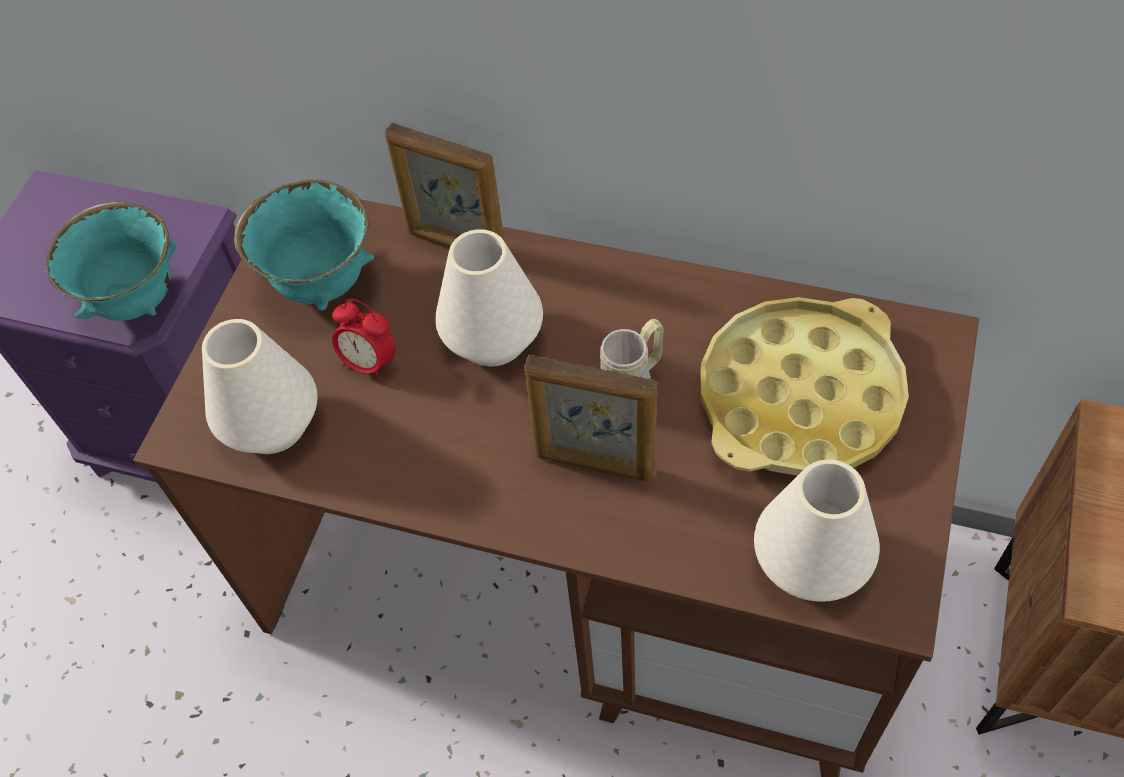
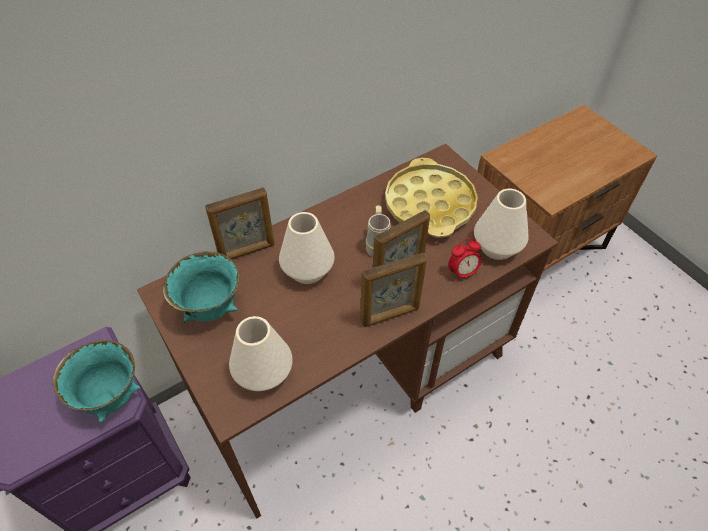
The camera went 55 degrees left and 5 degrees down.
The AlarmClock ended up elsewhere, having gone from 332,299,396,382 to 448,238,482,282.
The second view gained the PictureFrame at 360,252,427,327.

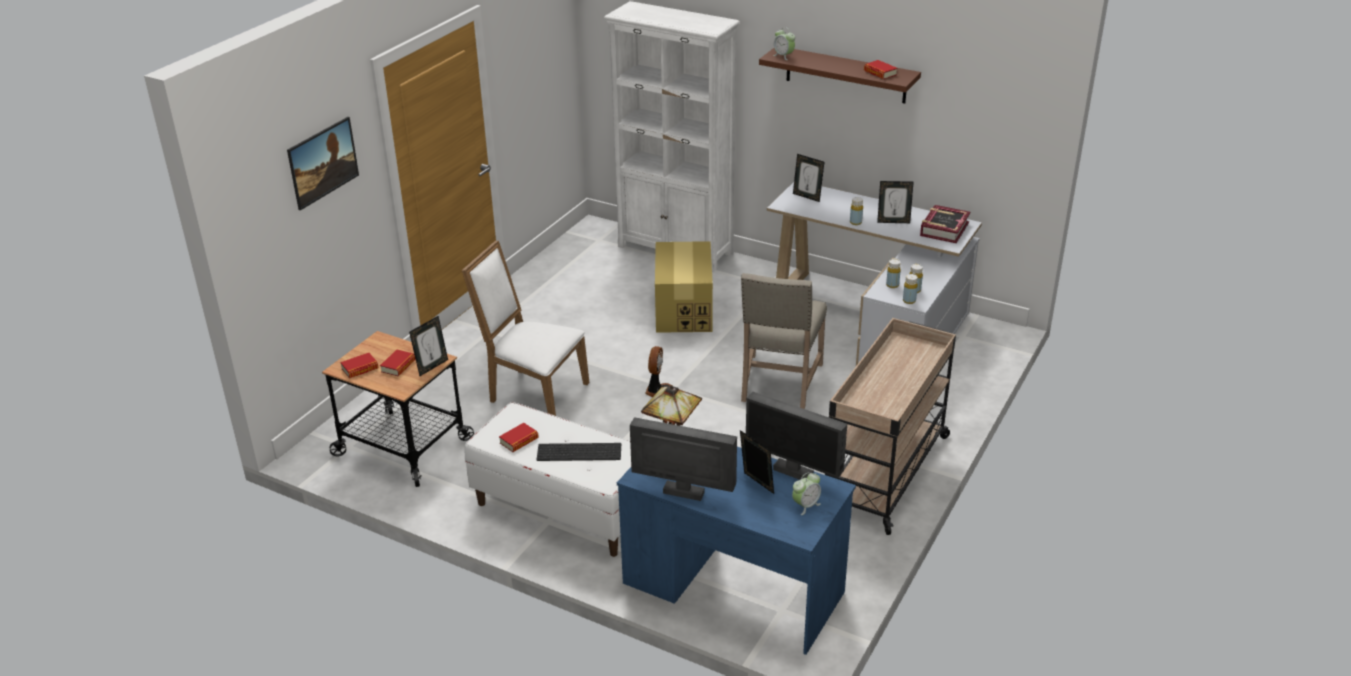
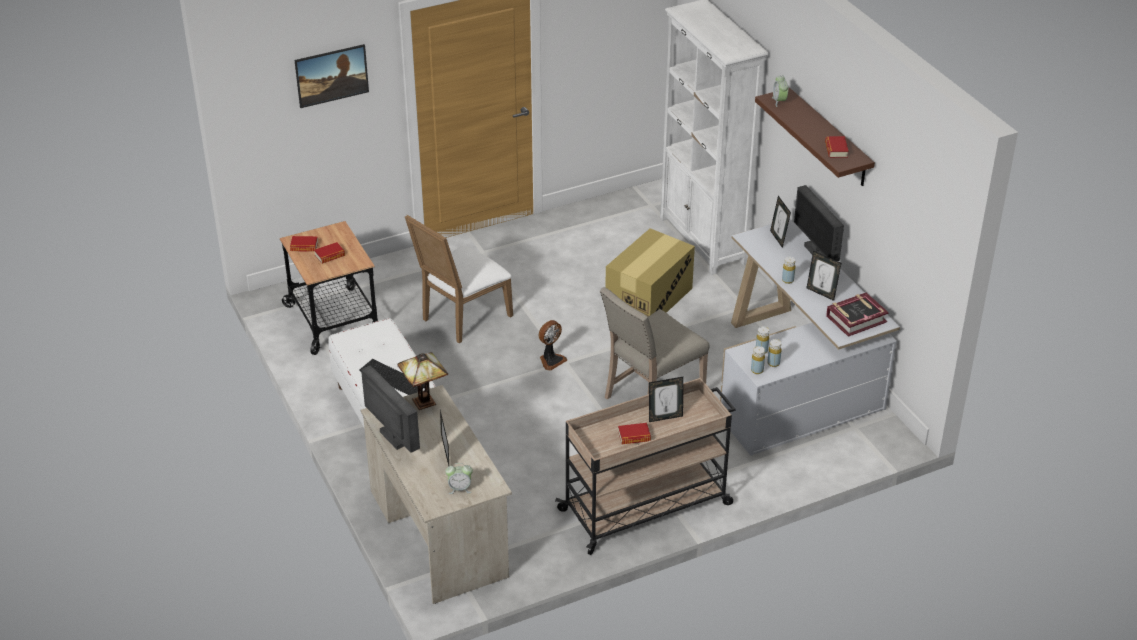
The camera went 35 degrees right and 5 degrees up.
The PictureFrame ended up elsewhere, having gone from 409,316,448,376 to 649,377,683,422.
The WhiteChair at 462,240,589,416 ended up facing another way, 105 degrees counterclockwise from before.
The Book ended up elsewhere, having gone from 499,423,539,452 to 618,423,651,444.
What was the BlueDesk at 617,447,856,655 turned into the BeigeDesk at 361,385,512,604.
The Monitor ended up elsewhere, having gone from 746,392,847,480 to 794,185,844,261.

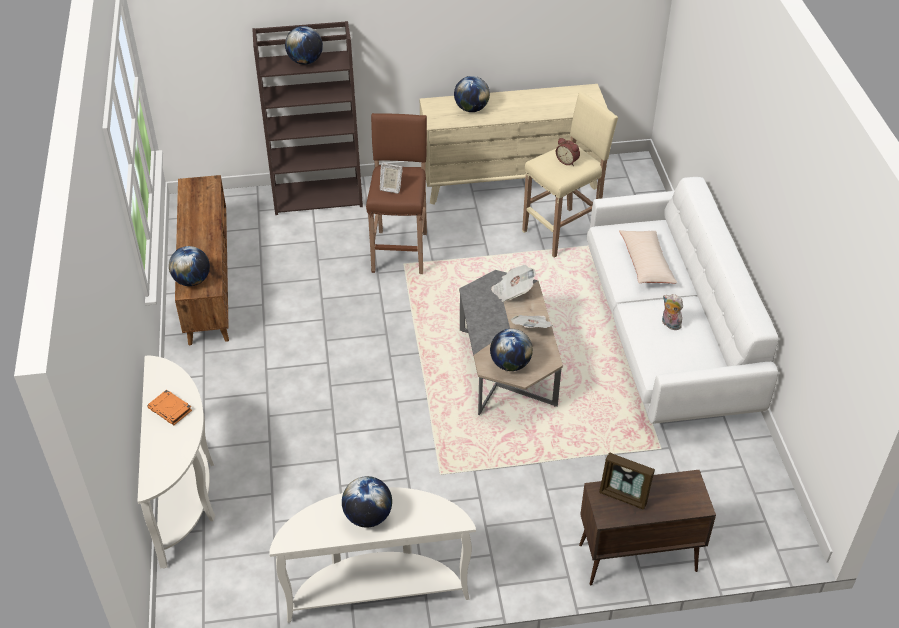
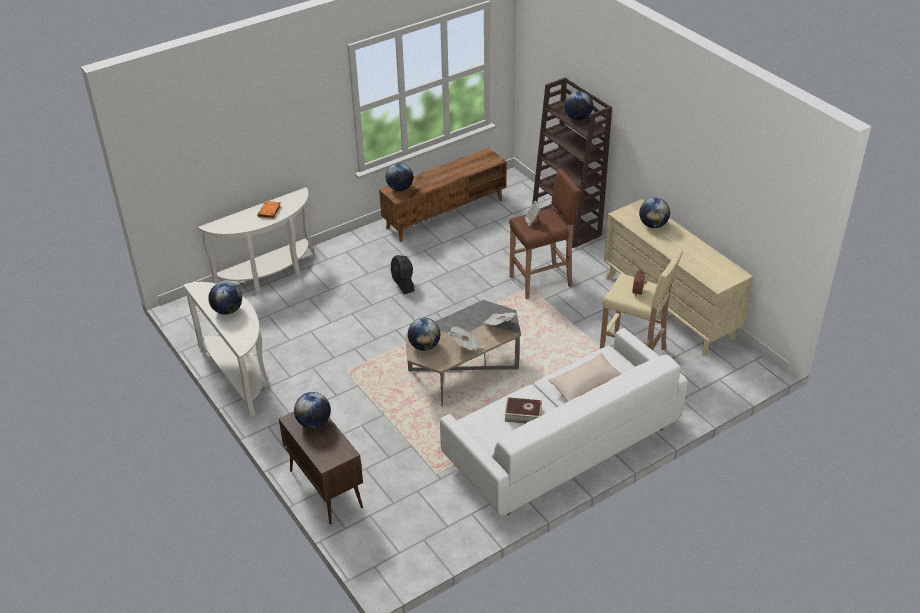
The camera went 65 degrees right and 5 degrees down.
Where the PictureFrame stood at 599,453,655,509, the Globe came to stand at 294,392,331,429.
Where the PlushToy stood at 662,294,683,330, the Book came to stand at 504,397,542,424.
The second view gained the BlackFan at 391,255,414,294.

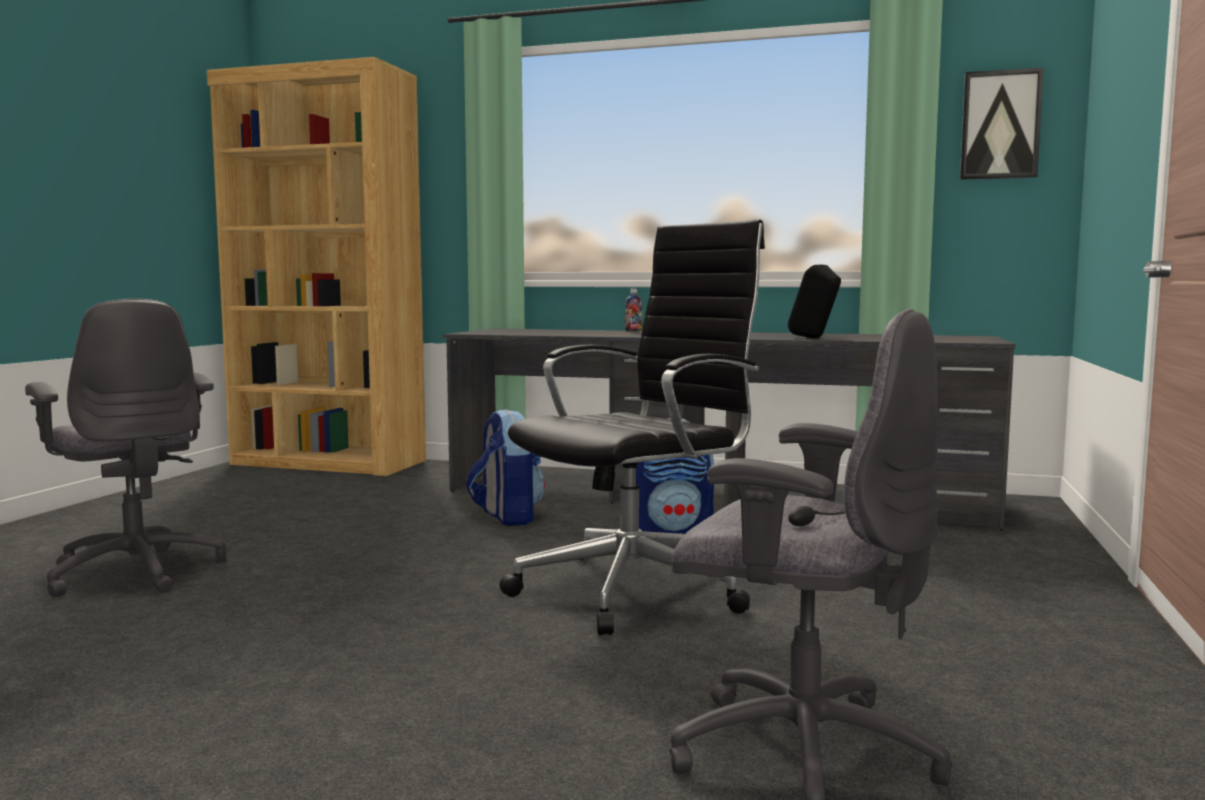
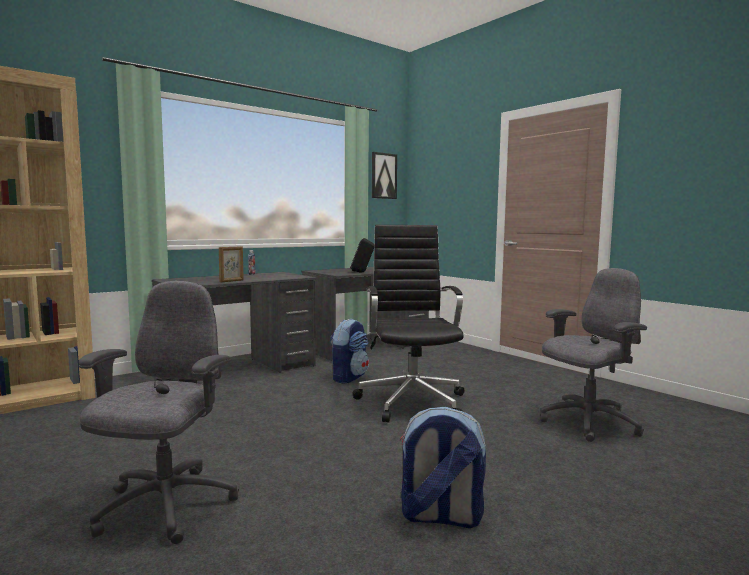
The camera went 55 degrees left and 0 degrees up.
The GreyOfficeChair at 25,299,227,598 ended up facing another way, 75 degrees counterclockwise from before.
The Backpack ended up elsewhere, having gone from 466,409,545,526 to 400,407,486,528.
The second view gained the PictureFrame at 219,246,243,282.

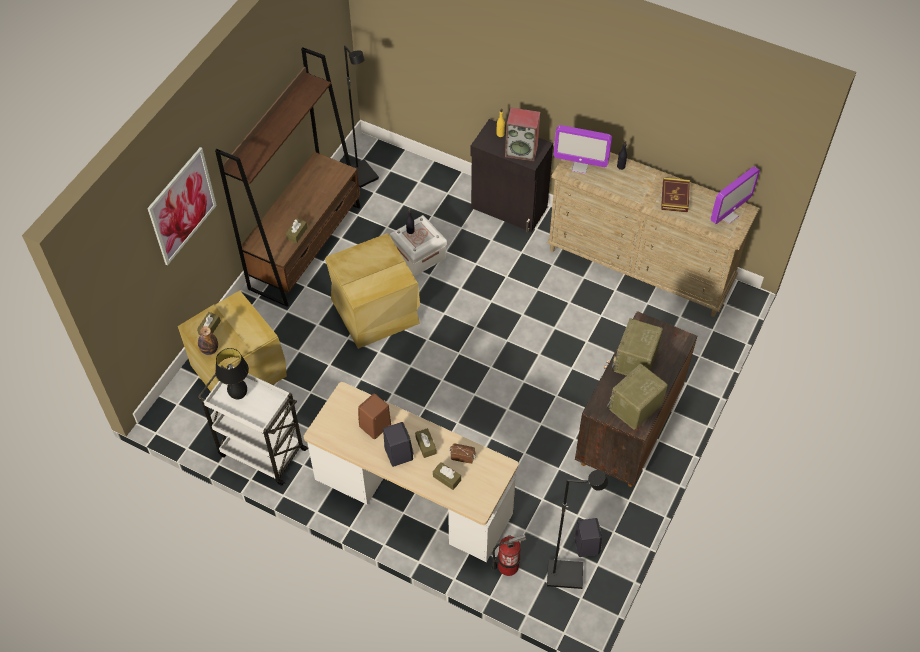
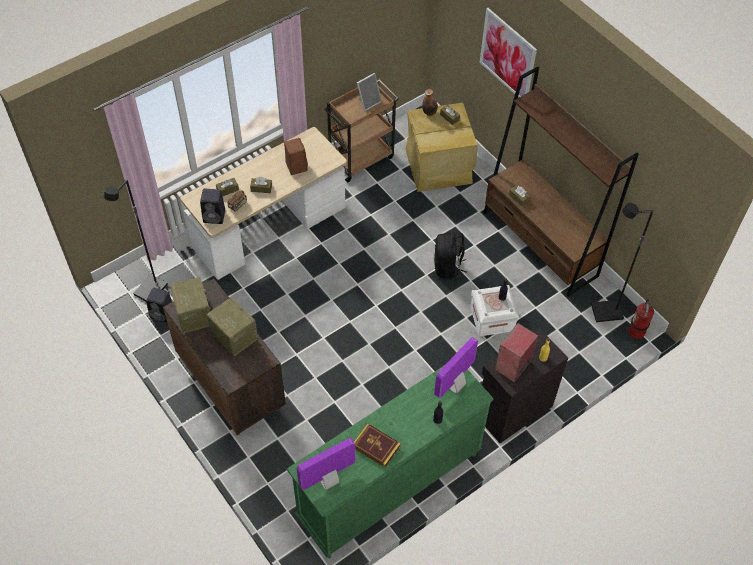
The camera went 115 degrees right and 0 degrees up.
What was the WhiteCart at 197,364,309,486 turned into the BrownCart at 324,80,399,182.
Where the BlackTableLamp stood at 215,348,249,399, the PictureFrame came to stand at 357,73,382,111.
Where the BeigeStorageBox stood at 325,233,420,349, the BlackBackpack came to stand at 434,232,467,279.
The BlackSpeaker ended up elsewhere, having gone from 383,422,414,467 to 200,189,225,224.
The FireExtinguisher ended up elsewhere, having gone from 491,535,526,576 to 628,299,654,339.
What was the BeigeDresser at 547,152,759,317 turned into the GreenDresser at 287,365,494,558.
The Monitor at 710,166,760,224 ended up facing another way, 75 degrees clockwise from before.

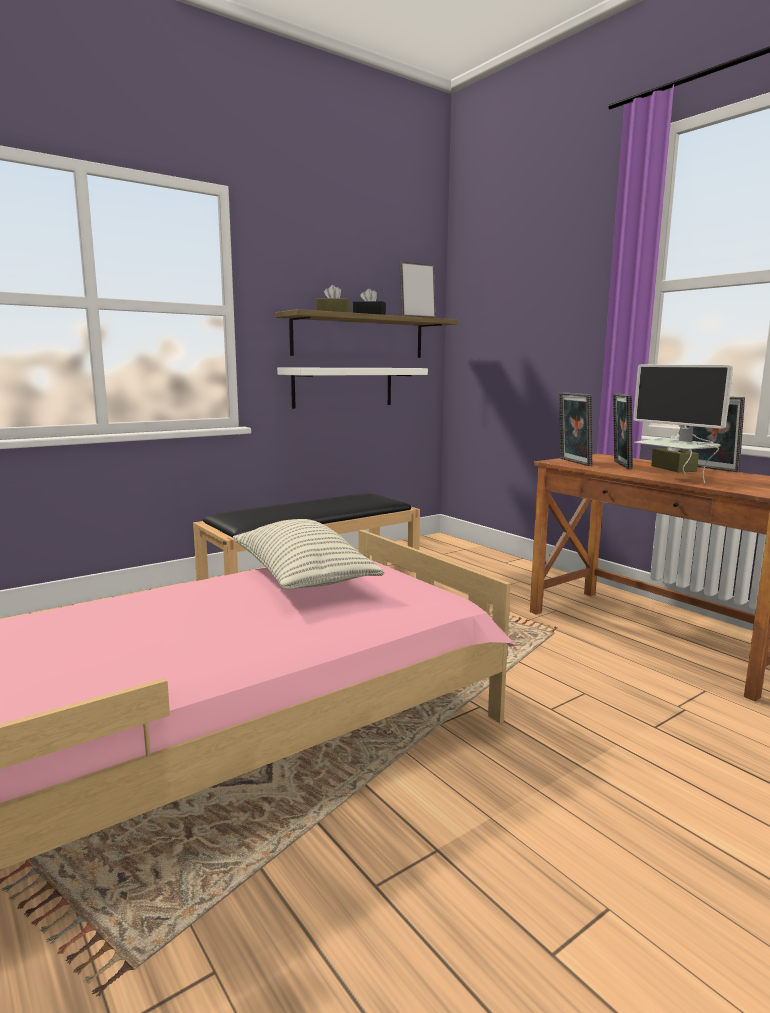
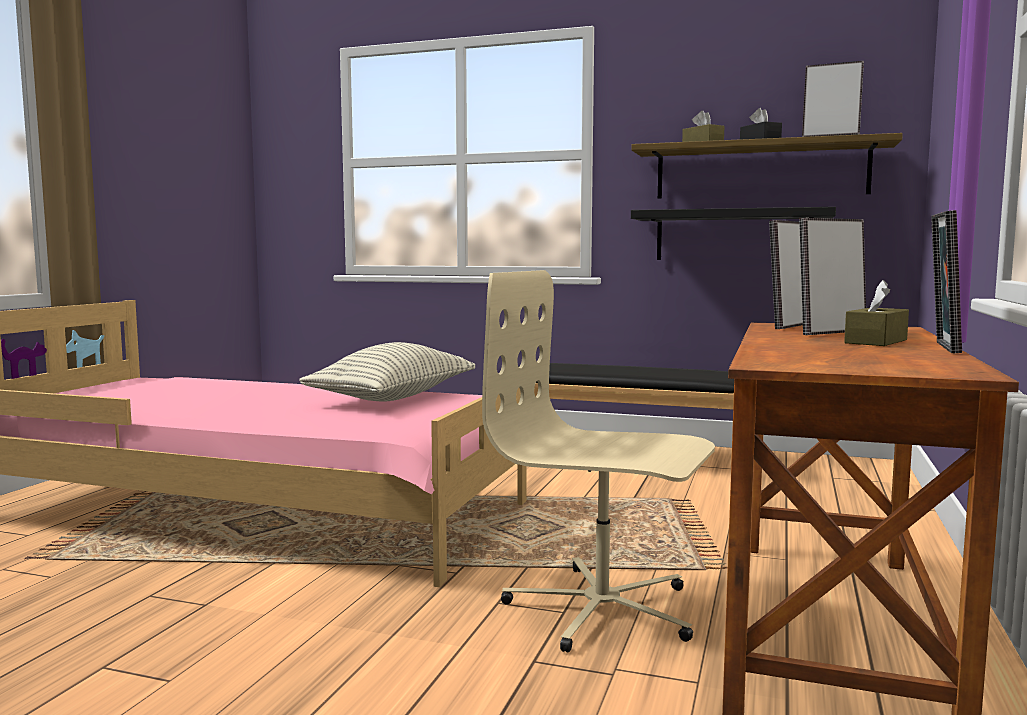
The camera went 55 degrees right and 5 degrees down.
What was the WhiteShelf at 277,367,428,409 turned into the BlackShelf at 631,207,836,260.
The second view lost the Monitor at 633,365,733,483.
The second view gained the BeigeOfficeChair at 482,270,715,653.

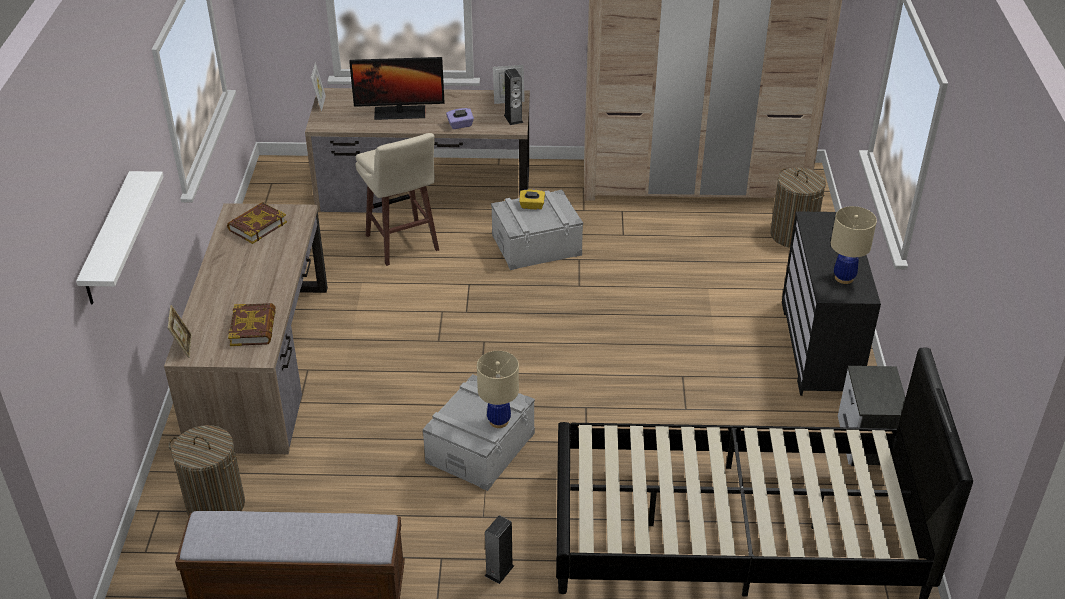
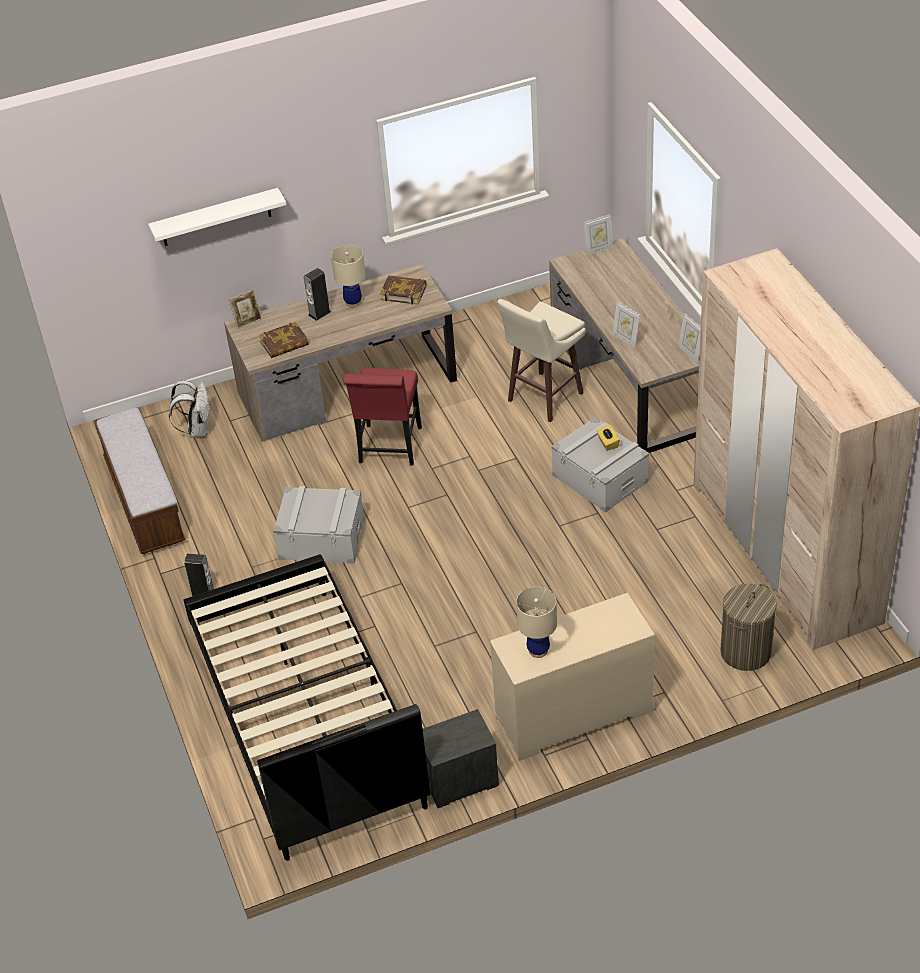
The camera went 70 degrees right and 5 degrees up.
Where the LaundryBasket stood at 169,425,245,516, the WhiteBackpack came to stand at 169,380,211,438.
The second view lost the Monitor at 349,57,444,120.
Where the PurpleTissueBox stood at 446,108,474,129, the PictureFrame came to stand at 612,301,640,348.
The BeigeTableLamp ended up elsewhere, having gone from 477,351,519,428 to 331,245,366,307.
The Speaker ended up elsewhere, having gone from 504,68,523,125 to 304,268,331,321.
What was the BlackDresser at 782,211,881,396 turned into the BeigeDresser at 490,593,655,761.
The second view gained the RedChair at 344,368,422,465.

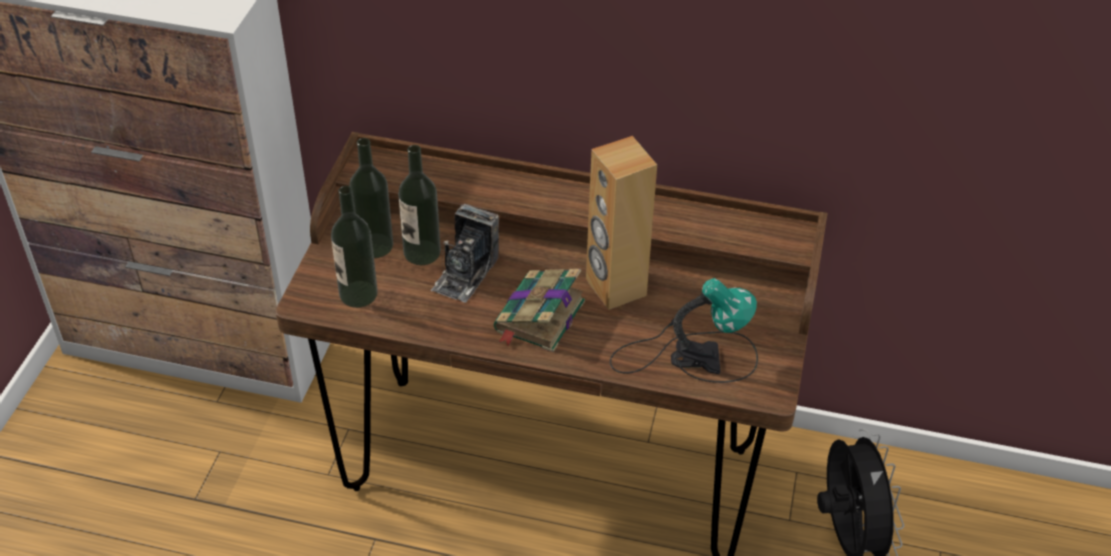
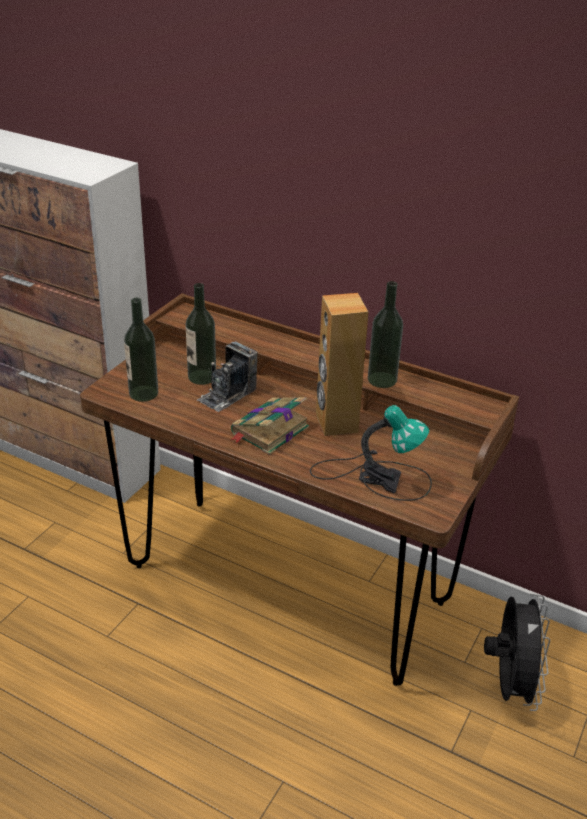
The camera went 15 degrees right and 10 degrees down.
The Bottle ended up elsewhere, having gone from 349,138,393,258 to 368,281,403,388.

